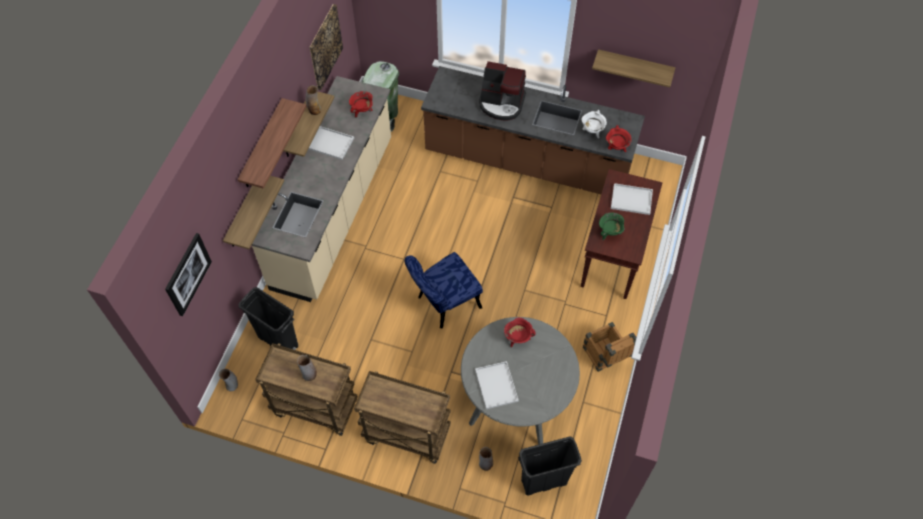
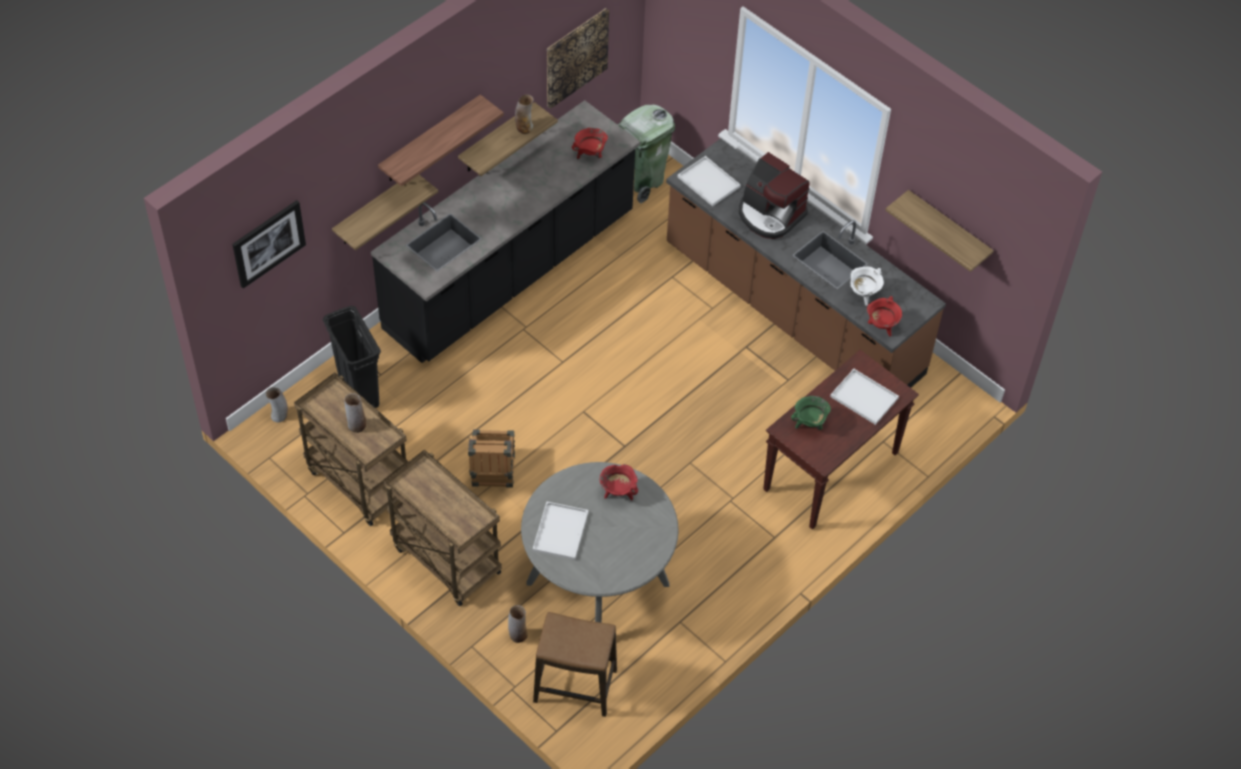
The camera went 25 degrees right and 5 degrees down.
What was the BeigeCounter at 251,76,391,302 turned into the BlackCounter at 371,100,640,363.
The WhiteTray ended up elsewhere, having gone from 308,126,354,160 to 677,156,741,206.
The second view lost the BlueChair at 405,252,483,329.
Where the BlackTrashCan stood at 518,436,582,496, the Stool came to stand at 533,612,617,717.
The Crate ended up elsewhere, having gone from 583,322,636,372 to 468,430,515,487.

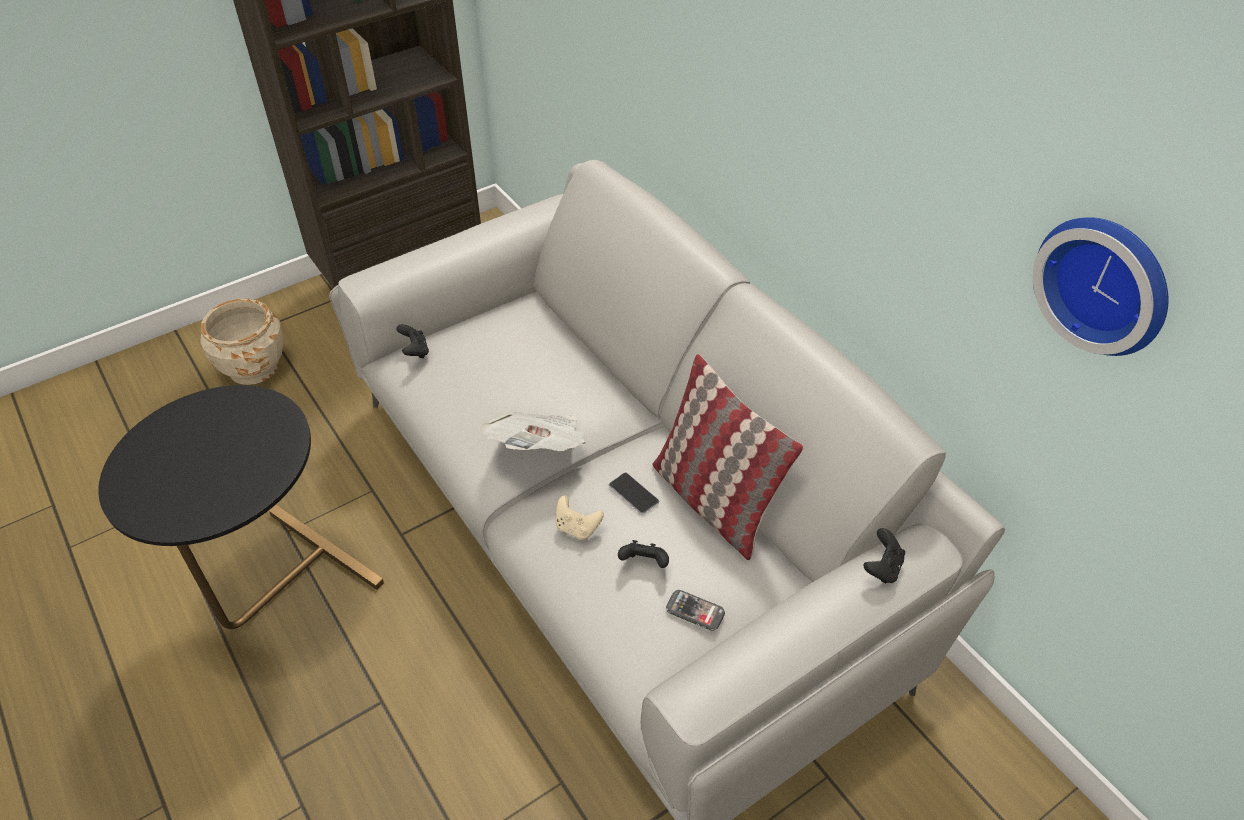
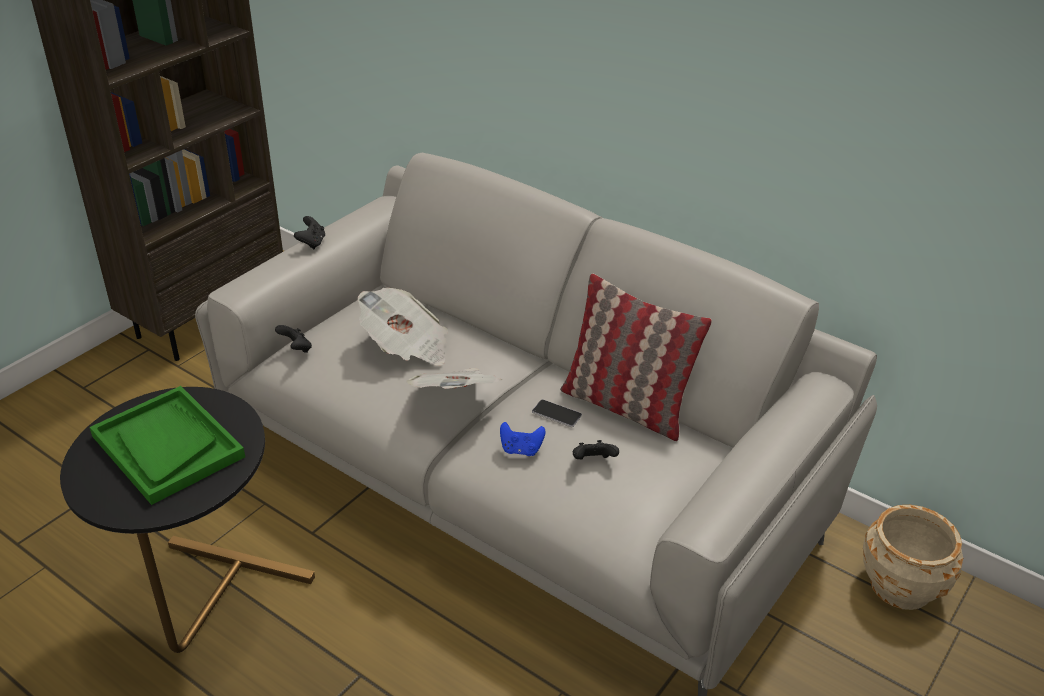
The camera went 20 degrees left and 10 degrees down.
The BeigePlanter ended up elsewhere, having gone from 201,299,283,385 to 863,505,963,610.
What was the BeigeGameController at 556,495,604,540 turned into the BlueGameController at 500,422,546,456.
The second view lost the Phone at 666,590,725,631.
The BlackGameController ended up elsewhere, having gone from 863,528,905,583 to 294,216,325,249.
The second view lost the WallClock at 1033,217,1169,356.
The second view gained the GreenTray at 90,386,245,505.
The second view gained the Newspaper at 358,288,448,366.

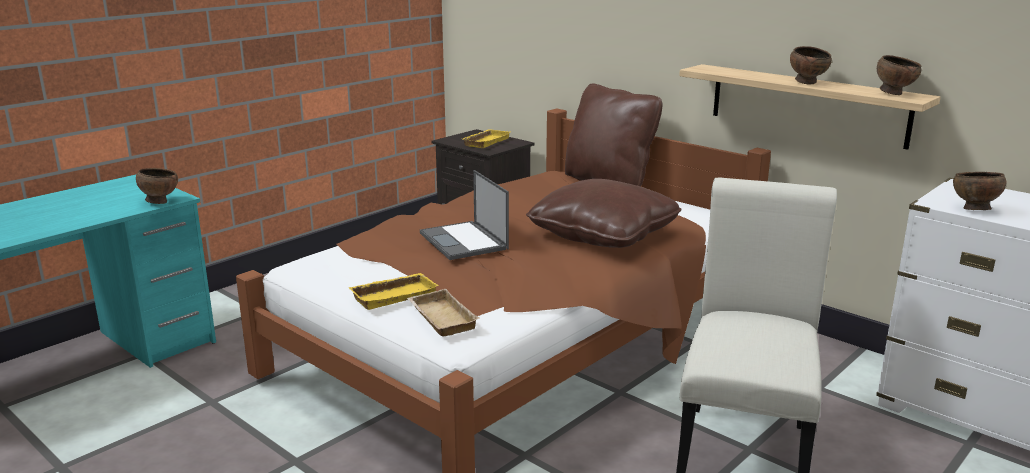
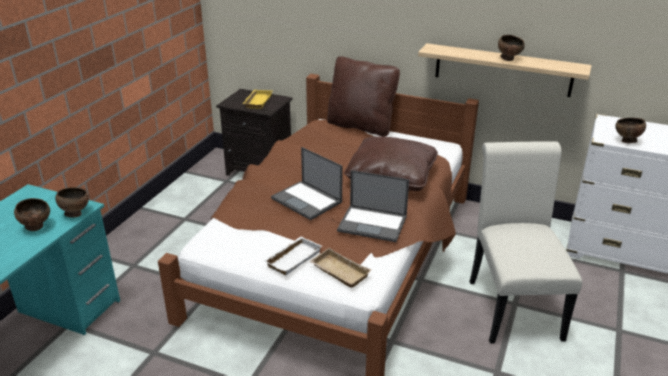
The camera went 20 degrees left and 10 degrees up.
What was the YellowTray at 348,273,439,310 turned into the WhiteTray at 264,236,322,276.
The BrownBowl ended up elsewhere, having gone from 877,55,921,95 to 14,198,50,231.
The second view gained the Laptop at 337,170,409,242.

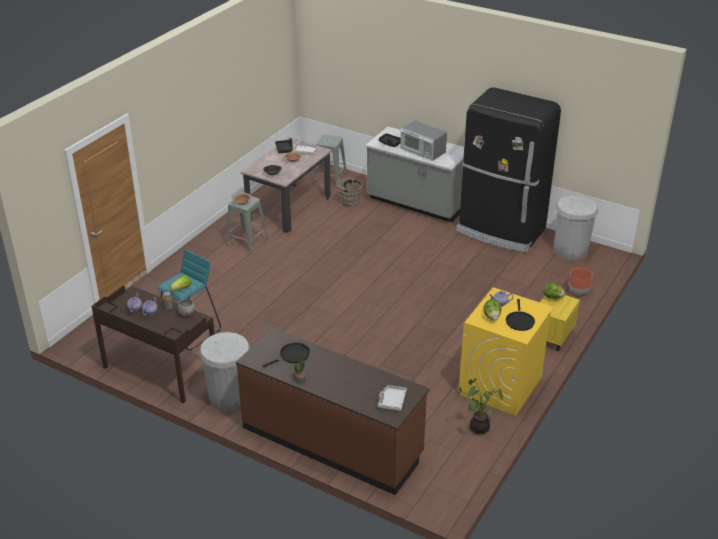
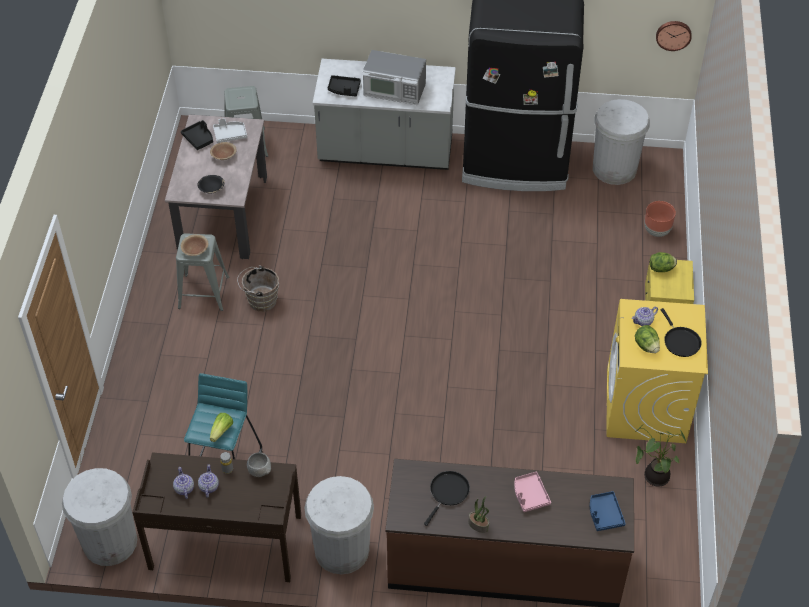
The camera went 25 degrees left and 15 degrees up.
The BrownBucket ended up elsewhere, having gone from 336,178,362,207 to 237,265,279,312.
What was the GreyTray at 378,385,407,411 turned into the BlueTray at 590,491,626,531.
The second view gained the WhiteTrashCan at 62,468,137,566.
The second view gained the PinkTray at 514,472,551,512.
The second view gained the WallClock at 656,21,692,51.

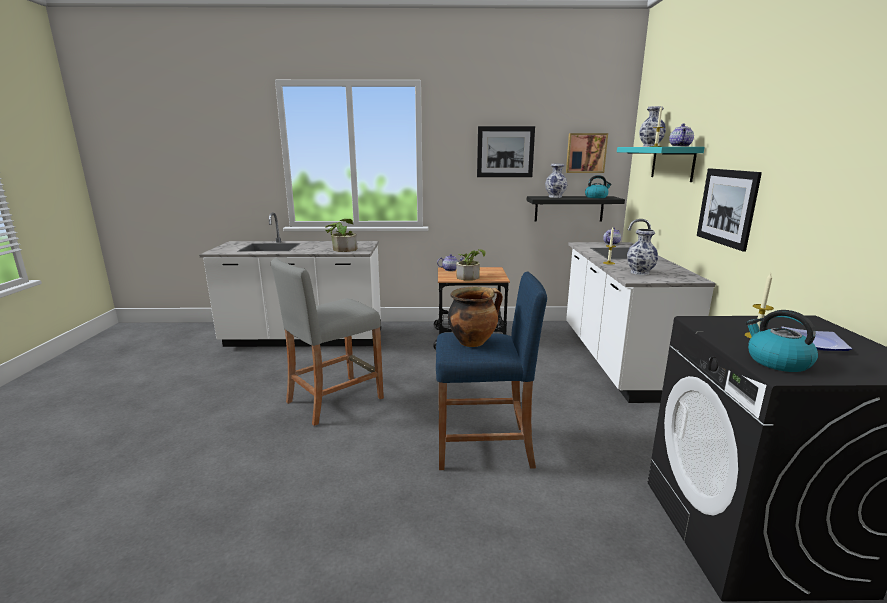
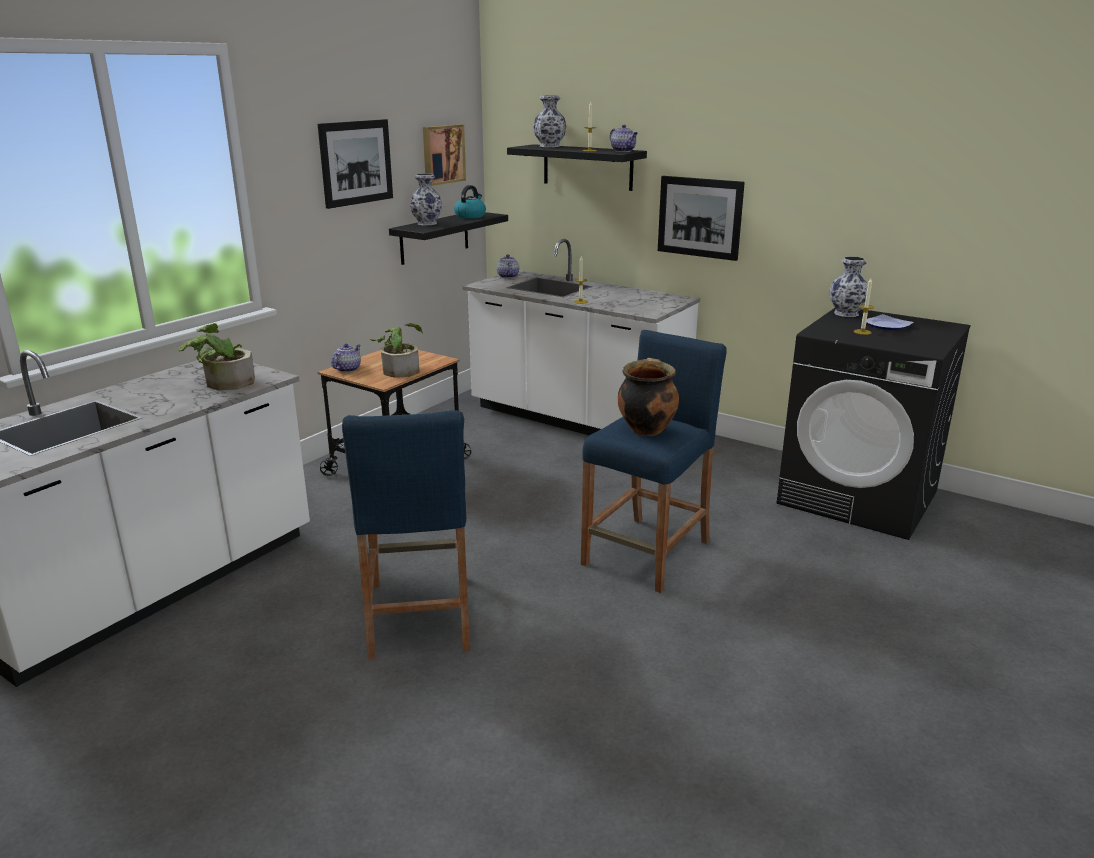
The camera went 55 degrees left and 5 degrees up.
What was the GreyStool at 271,258,384,426 turned into the BlueStool at 342,410,470,660.
What was the TurquoiseShelf at 617,147,705,182 turned into the BlackShelf at 507,144,647,191.
The Vase ended up elsewhere, having gone from 627,229,658,275 to 829,256,868,317.
The second view lost the Kettle at 745,310,818,372.

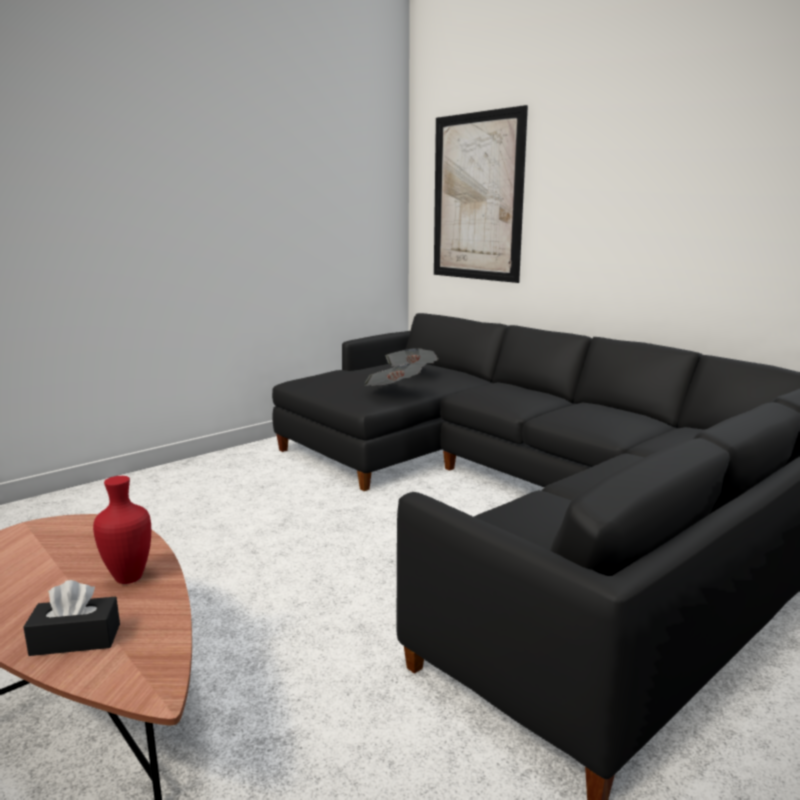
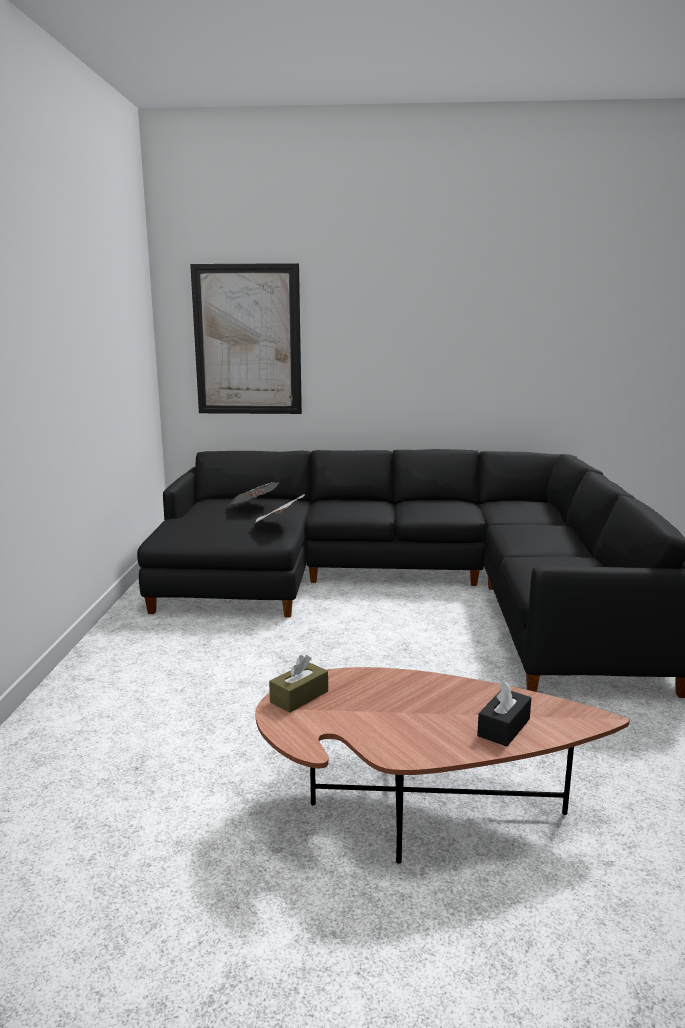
The camera went 45 degrees left and 0 degrees up.
The second view lost the RedVase at 93,476,151,584.
The second view gained the BrownTissueBox at 269,655,328,713.

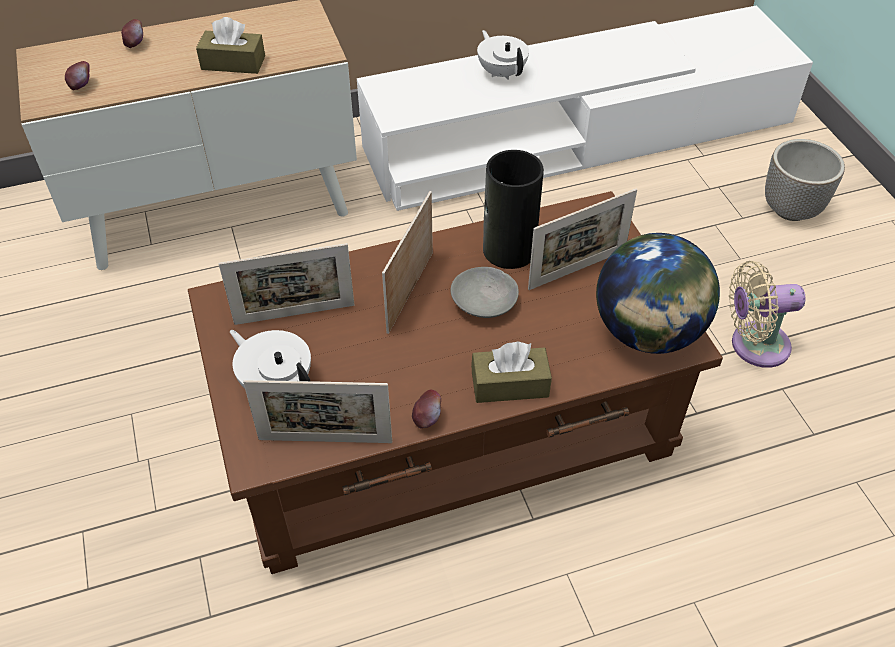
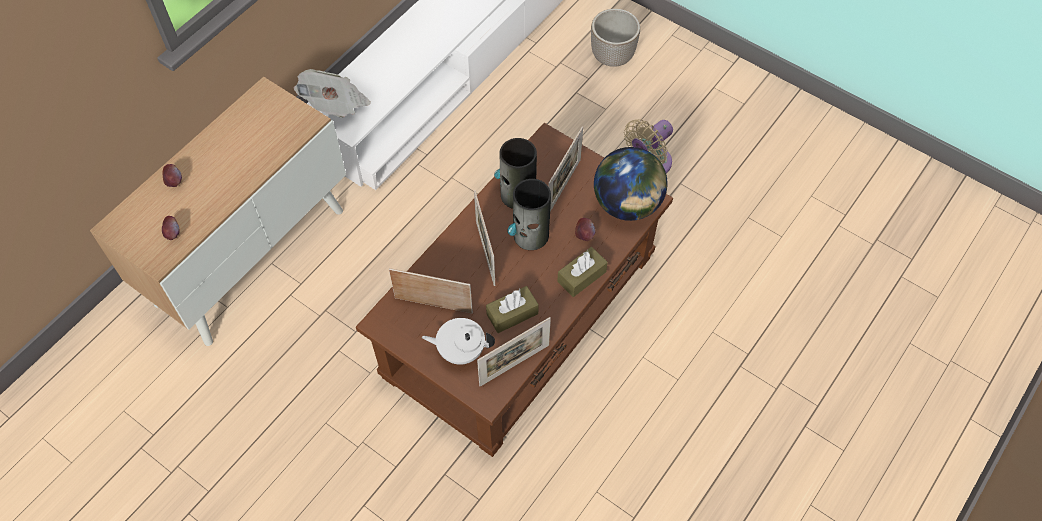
The camera went 35 degrees left and 10 degrees up.
The BrownTissueBox ended up elsewhere, having gone from 196,17,265,74 to 486,286,539,333.
The PictureFrame at 219,243,354,325 ended up facing another way, 120 degrees counterclockwise from before.
The Apple ended up elsewhere, having gone from 412,390,441,428 to 575,218,595,241.
Where the GreyBowl stood at 450,267,519,318, the Vase came to stand at 508,179,551,250.
The second view lost the WhiteTeapot at 477,30,529,80.
The second view gained the Newspaper at 293,69,371,118.

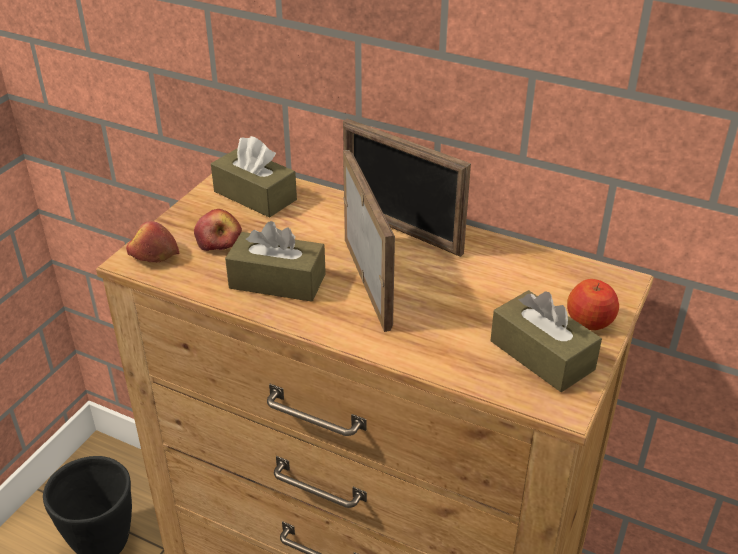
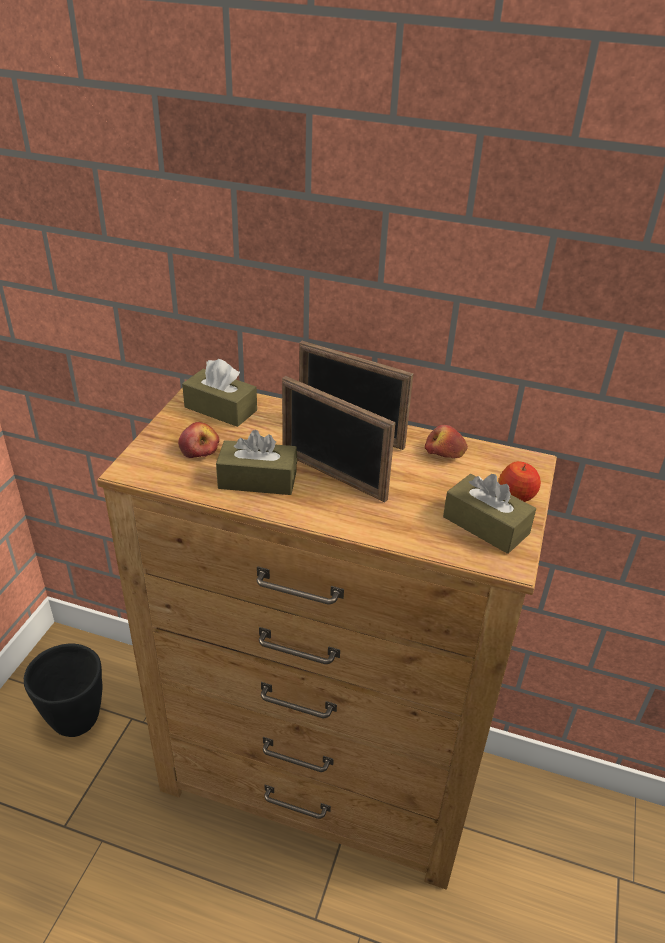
The camera went 10 degrees left and 0 degrees up.
The Apple ended up elsewhere, having gone from 126,221,179,262 to 425,425,468,458.
The PictureFrame at 343,150,395,332 ended up facing another way, 150 degrees clockwise from before.

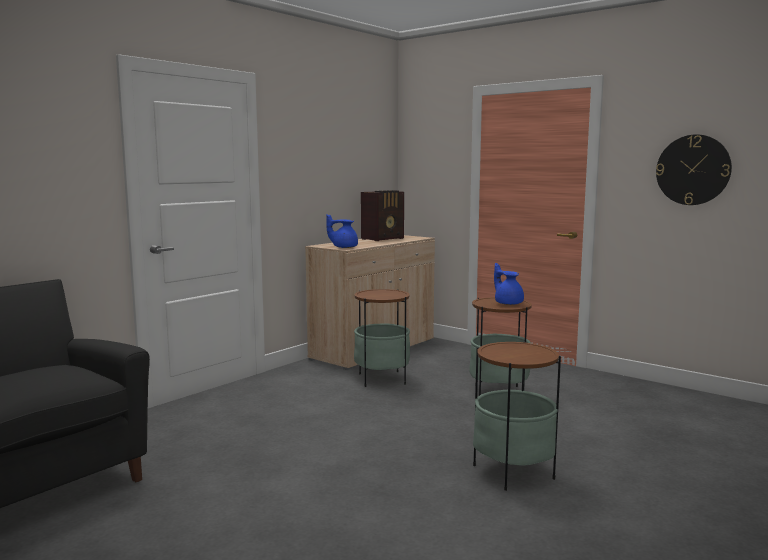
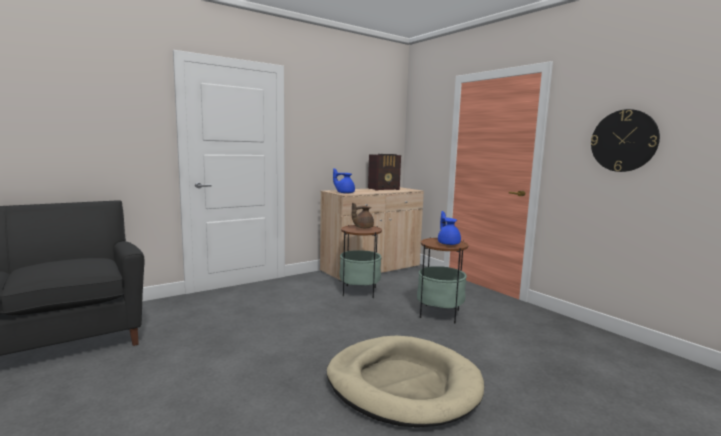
The camera went 15 degrees right and 0 degrees up.
Where the SideTable stood at 473,341,561,491, the BeigeDogBed came to stand at 327,336,484,427.
The second view gained the BrownTeapot at 352,203,374,228.

